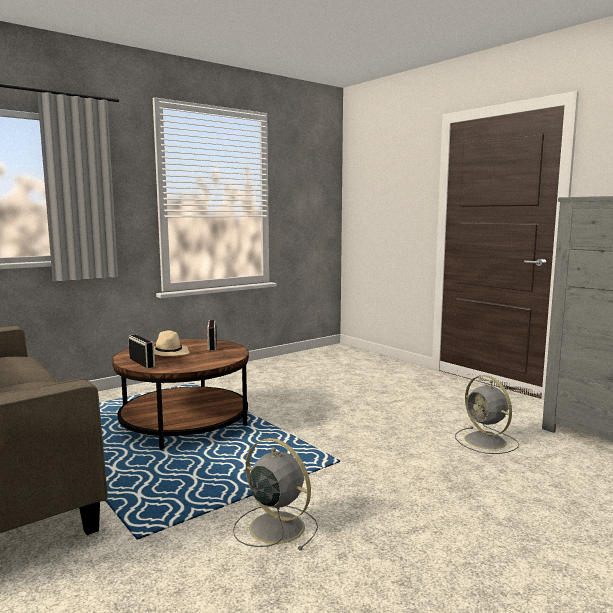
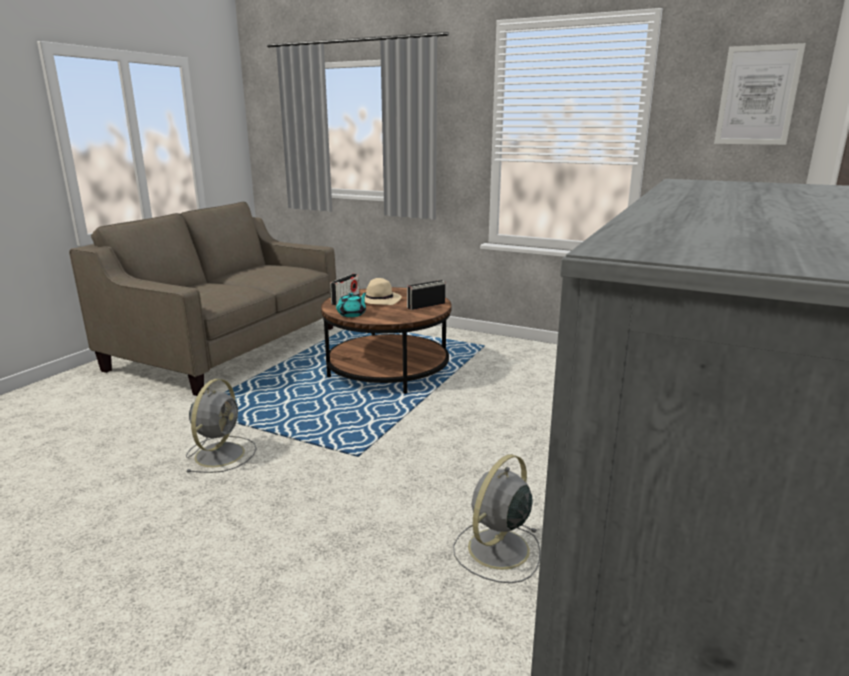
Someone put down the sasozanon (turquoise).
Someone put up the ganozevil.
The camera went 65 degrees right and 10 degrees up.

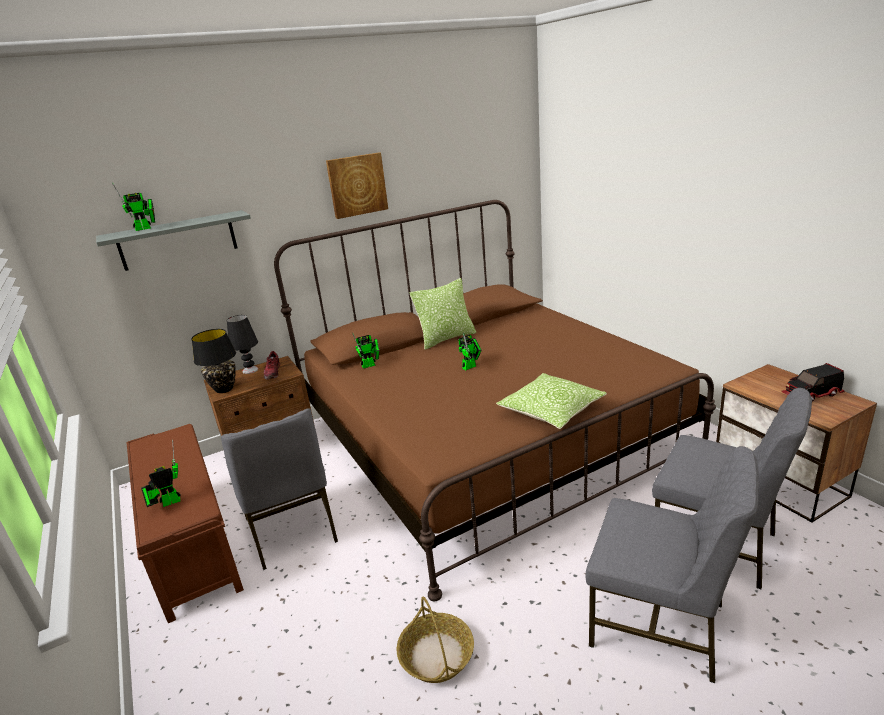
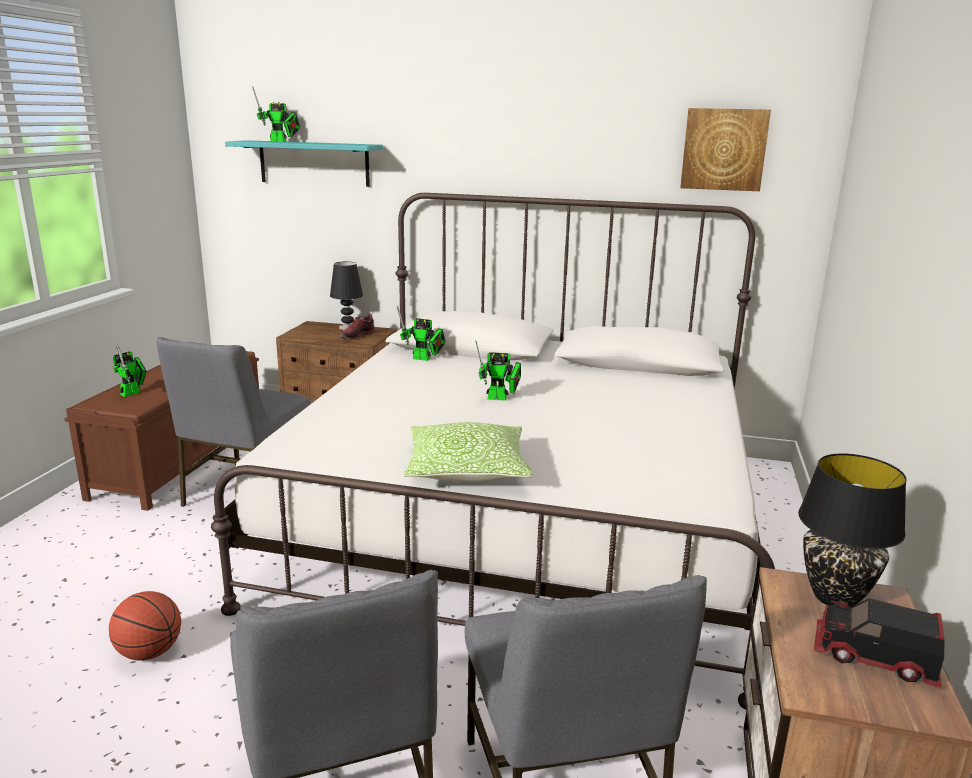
Someone took away the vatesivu (no. 1 from left).
Someone carried the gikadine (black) (no. 1 from left in the first image).
Someone carried the ganozevil.
Someone swapped the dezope for the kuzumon.
Someone repainted the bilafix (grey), which became the bilafix (turquoise).
Someone repainted the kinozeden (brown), which became the kinozeden (white).
Someone rotated the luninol (no. 2 from left in the first image) by 105 degrees clockwise.
The camera went 40 degrees right and 5 degrees down.

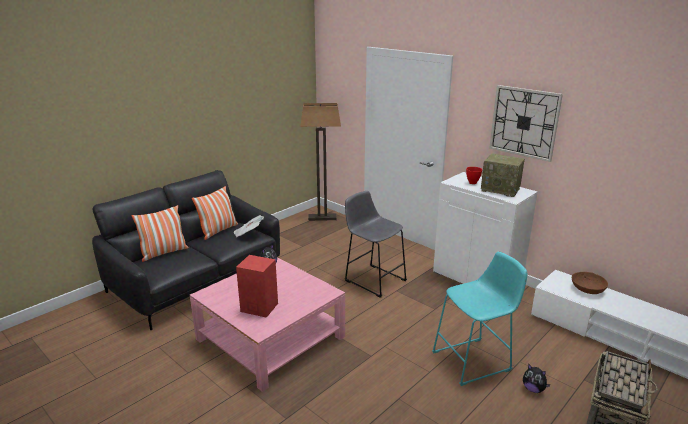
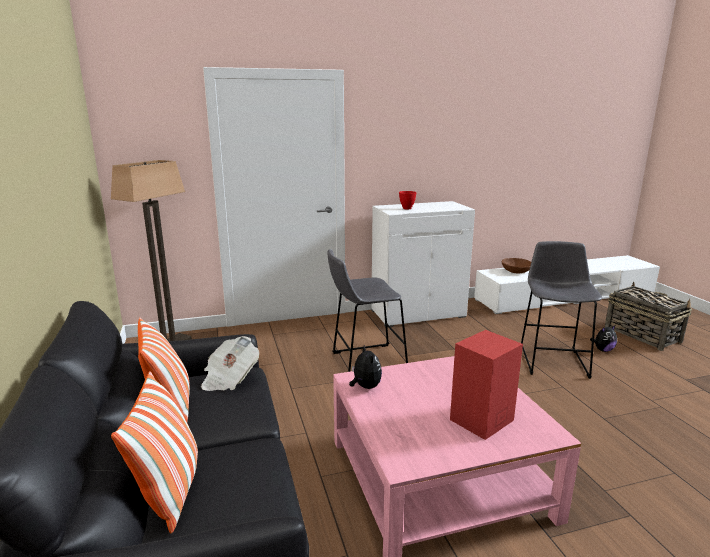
Someone took away the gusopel.
Someone took away the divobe.
Someone repainted the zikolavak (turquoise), which became the zikolavak (grey) (no. 2 from left).
The camera went 60 degrees left and 5 degrees down.

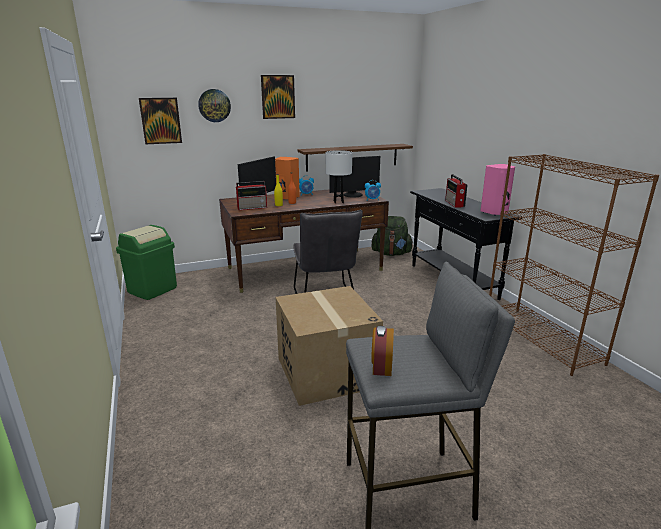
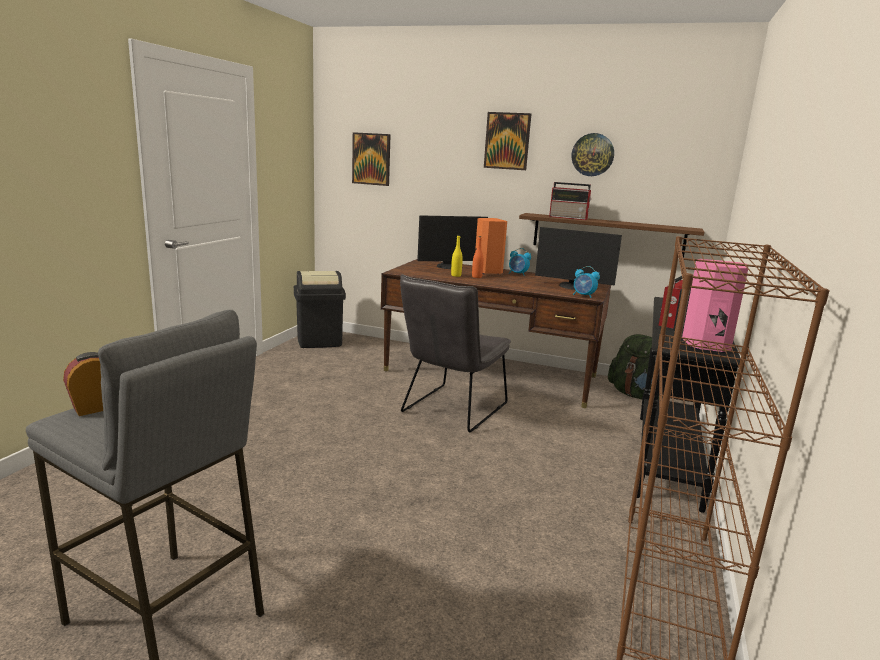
Someone took away the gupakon.
Someone took away the gikadine (white).
Someone carried the divobe.
Someone carried the gusopel (no. 1 from left).
Someone repainted the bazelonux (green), which became the bazelonux (black).
The camera went 40 degrees right and 5 degrees down.

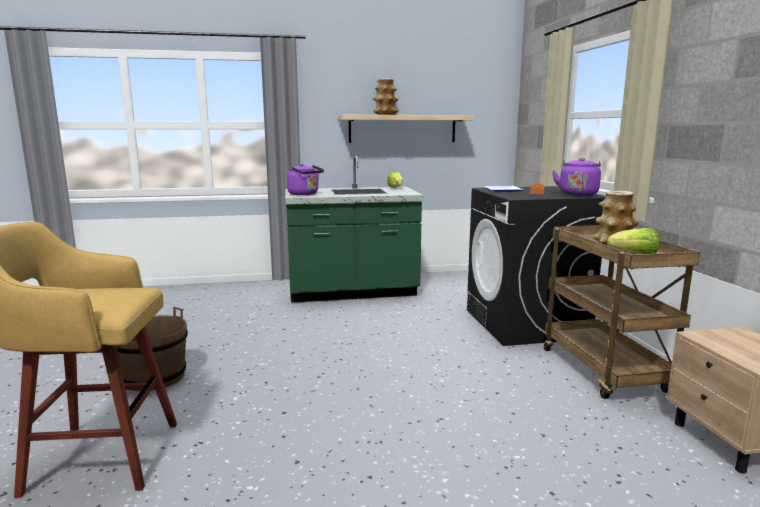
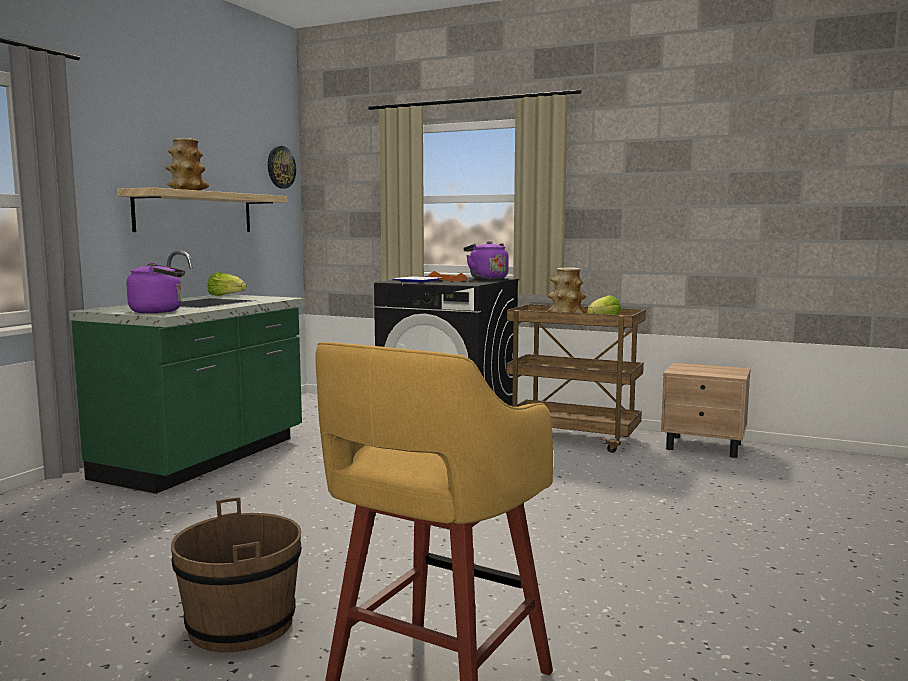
Someone put up the divobe.
The camera went 55 degrees left and 5 degrees down.

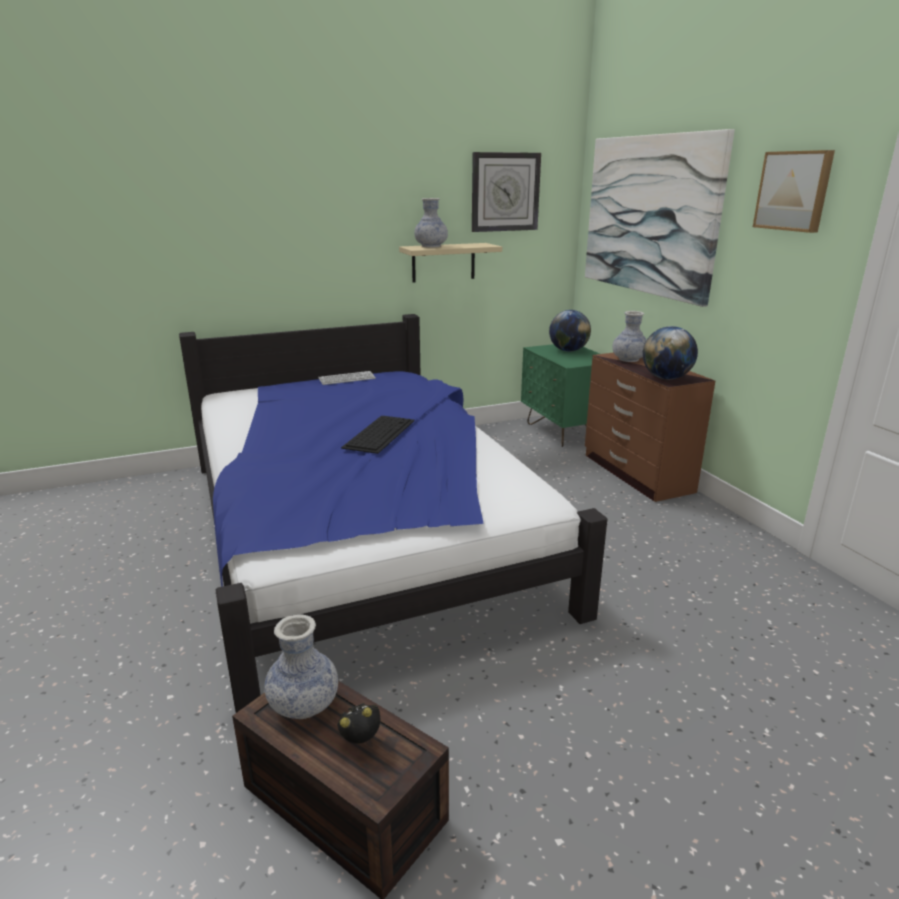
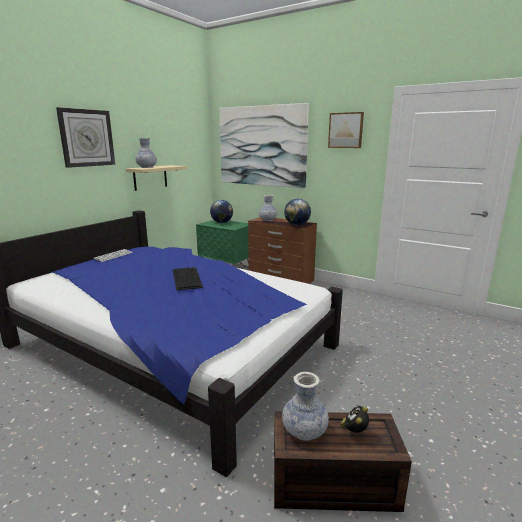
Someone carried the divobe.
The camera went 35 degrees left and 5 degrees down.

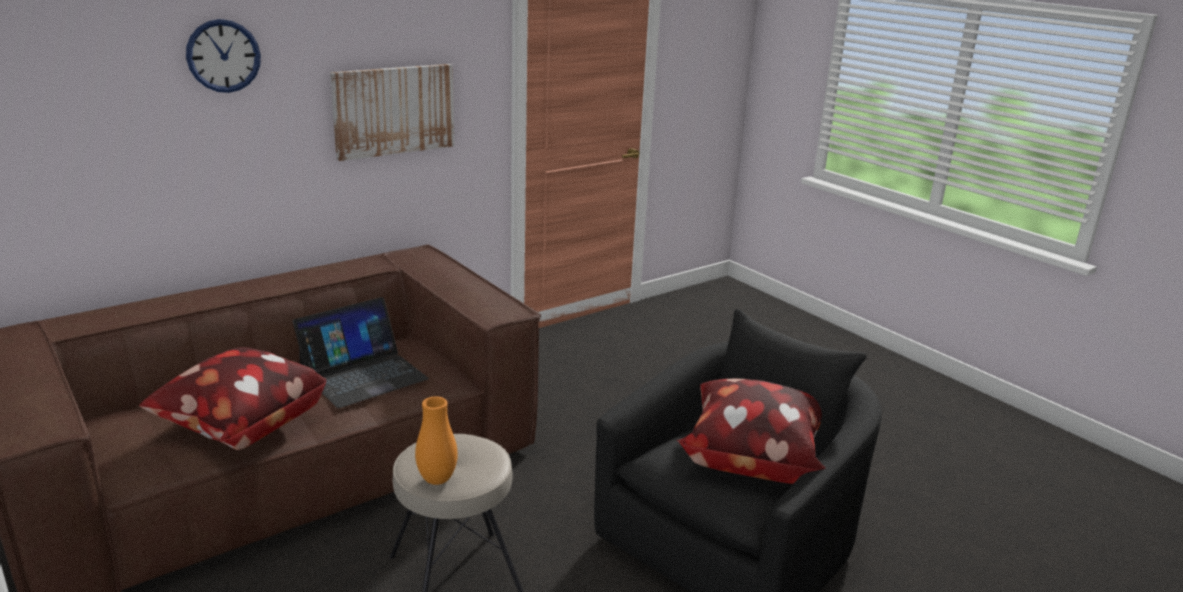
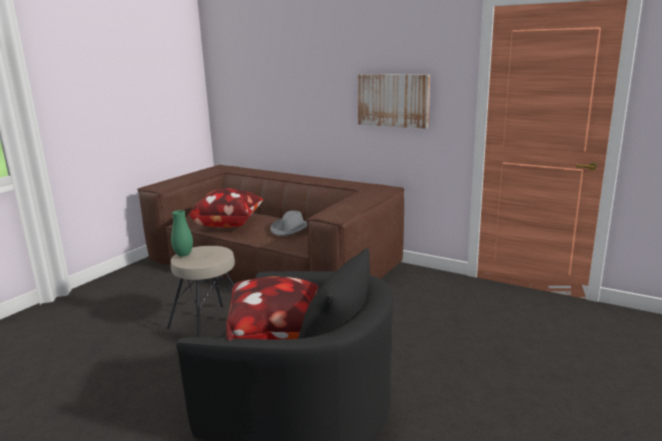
Someone took away the divobe.
Someone swapped the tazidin for the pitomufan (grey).
Someone repainted the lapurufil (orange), which became the lapurufil (green).
The camera went 70 degrees right and 5 degrees down.

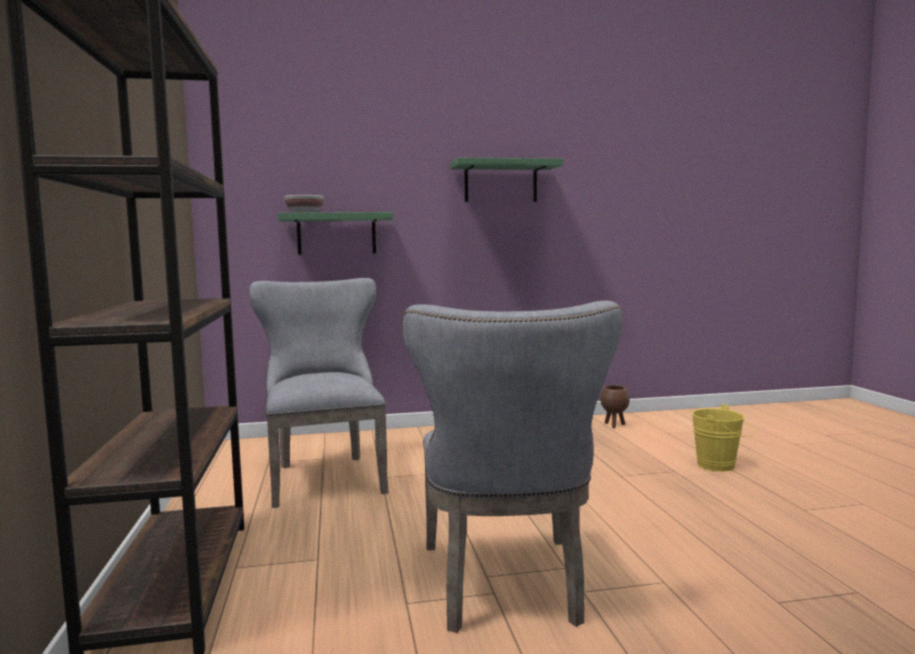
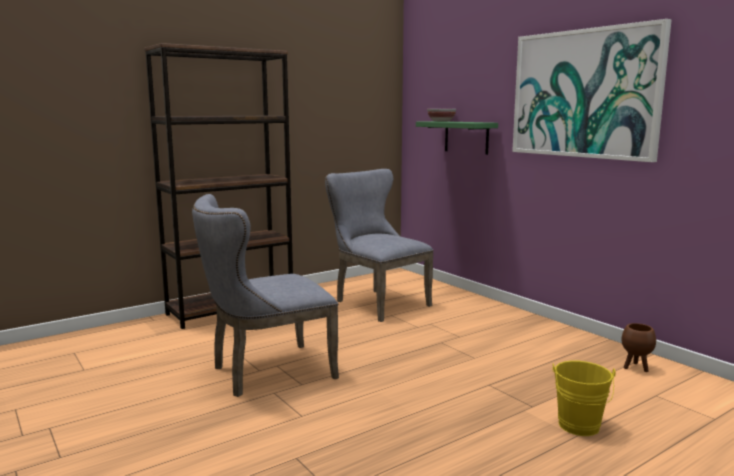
Someone swapped the bilafix (green) (no. 2 from left) for the ganozevil.
Someone rotated the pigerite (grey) (no. 1 from left in the first image) by 90 degrees counterclockwise.
The camera went 65 degrees right and 5 degrees up.

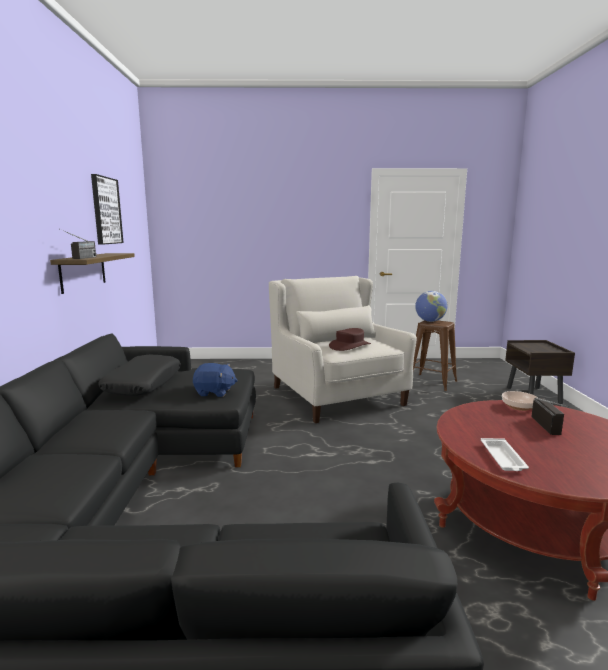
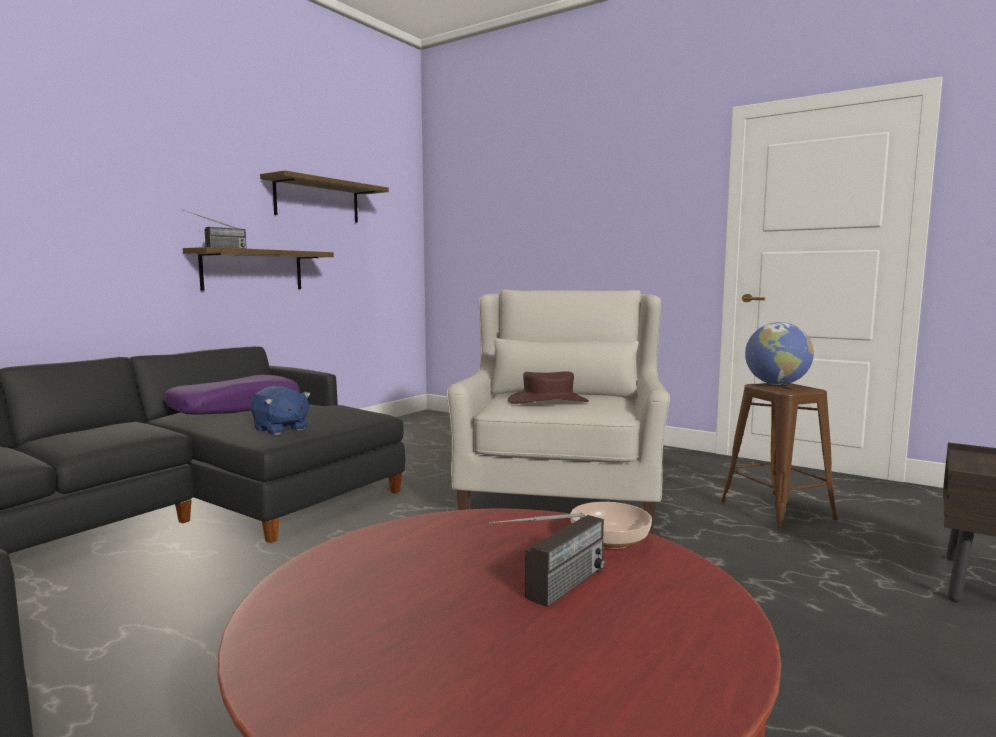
Someone took away the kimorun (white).
Someone swapped the ganozevil for the bilafix (no. 2 from left).
Someone repainted the vatesivu (black), which became the vatesivu (purple).
The camera went 35 degrees right and 5 degrees down.

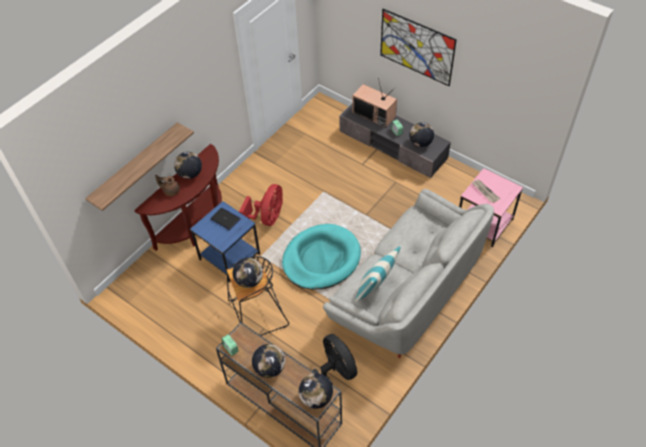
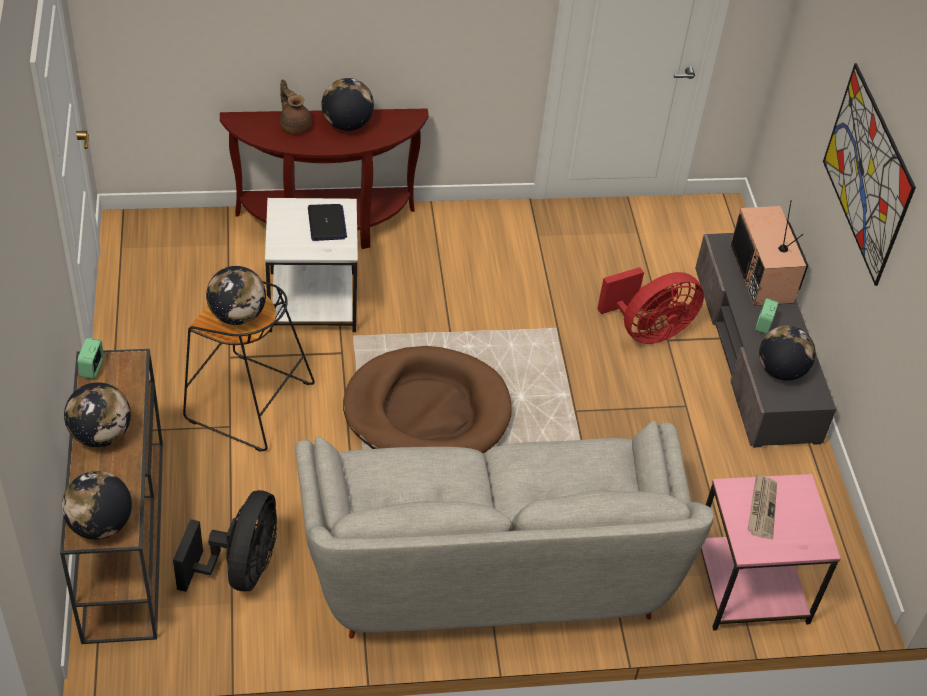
Someone took away the bilafix.
Someone took away the vatesivu.
Someone carried the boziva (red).
Someone repainted the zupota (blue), which became the zupota (white).
Someone repainted the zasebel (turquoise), which became the zasebel (brown).
The camera went 40 degrees right and 5 degrees down.

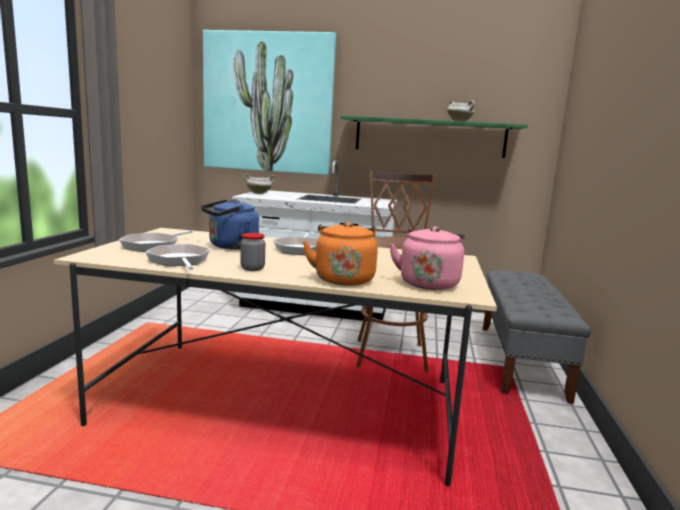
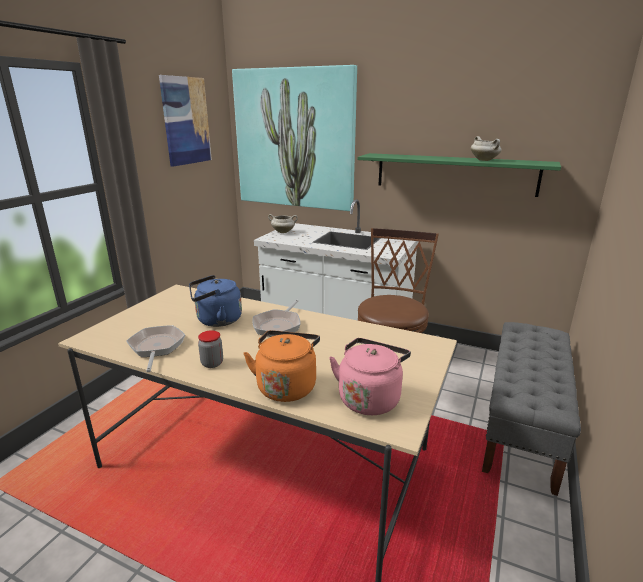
Someone took away the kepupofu (no. 1 from left).
Someone put up the ganozevil (no. 1 from left).
The camera went 15 degrees right and 10 degrees up.

